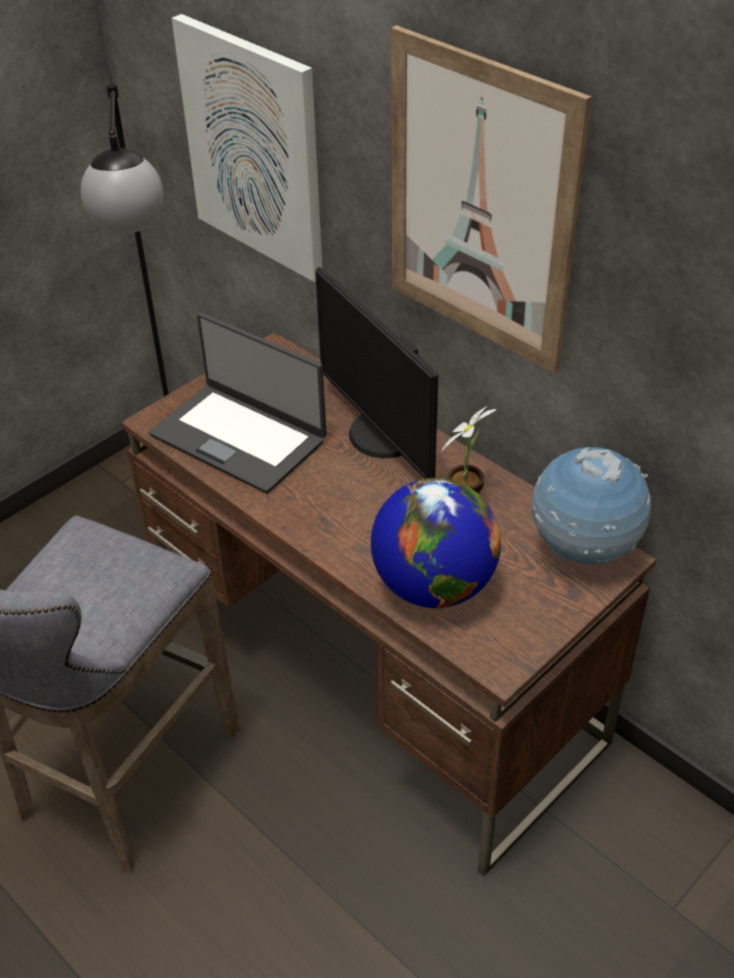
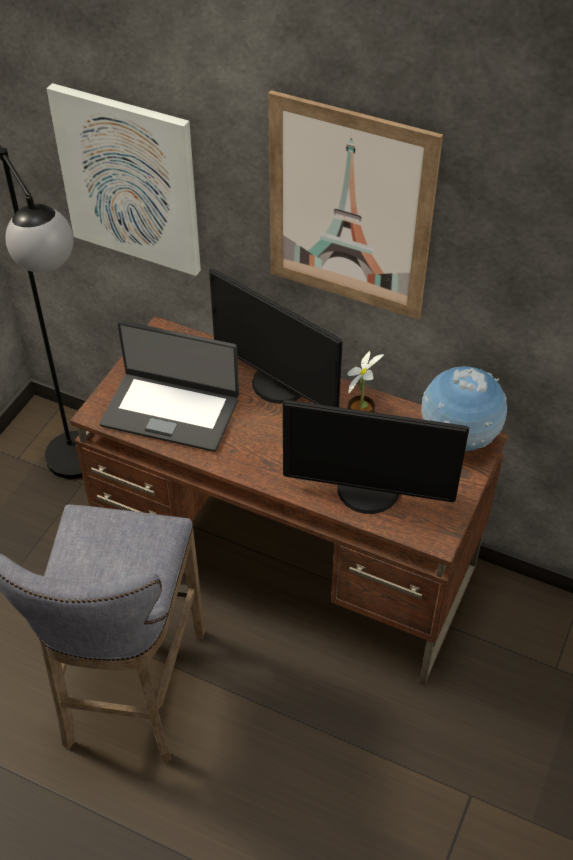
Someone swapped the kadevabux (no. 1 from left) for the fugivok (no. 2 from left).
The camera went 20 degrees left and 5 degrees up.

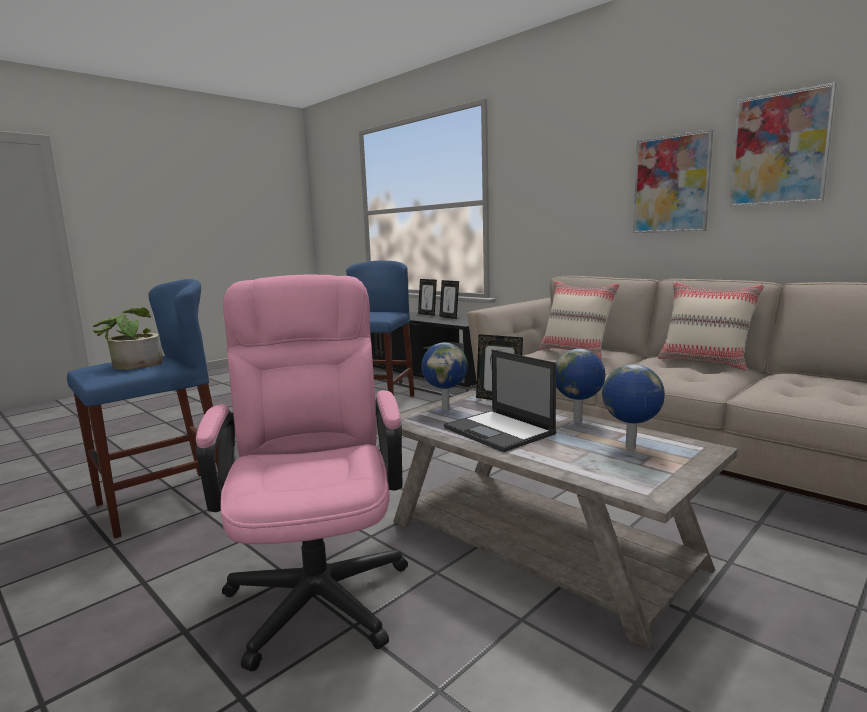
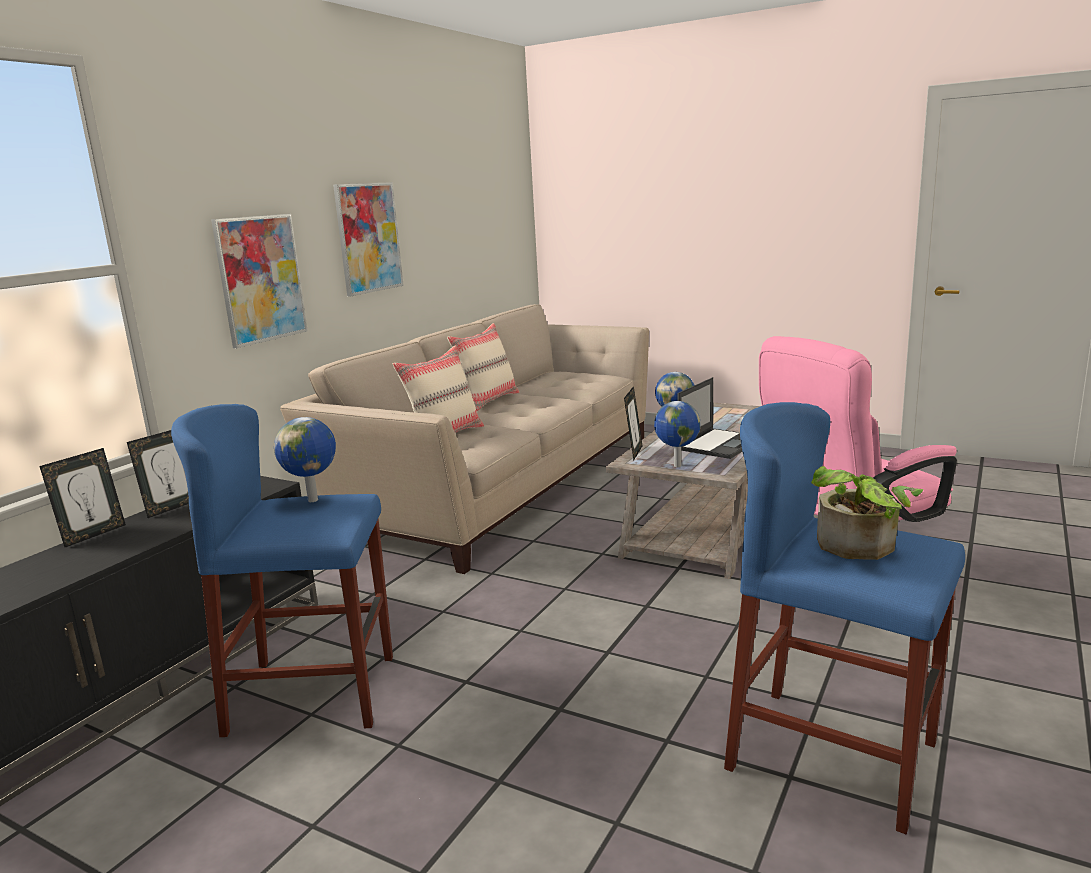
Someone carried the kadevabux (no. 3 from left in the first image).
Someone carried the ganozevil (no. 2 from left in the first image).
The camera went 105 degrees left and 5 degrees up.

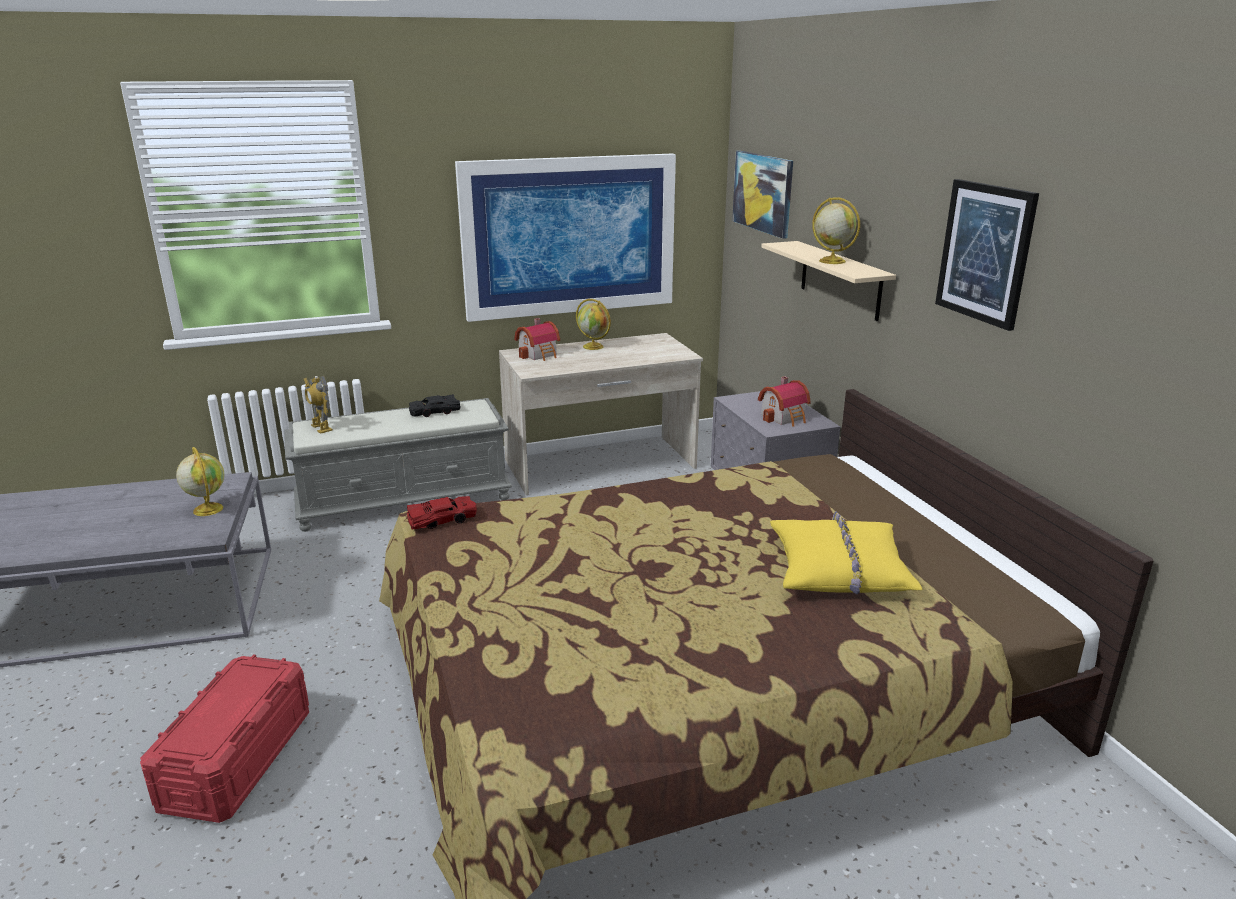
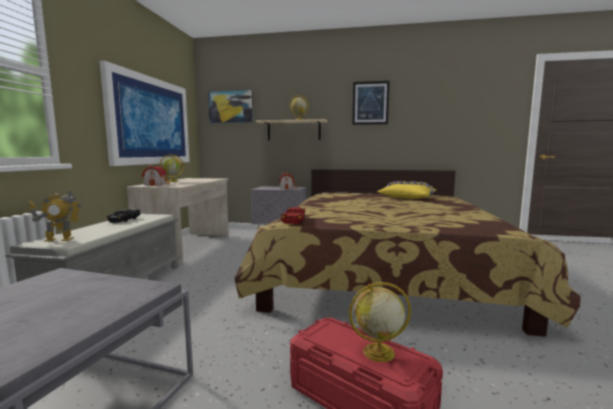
Someone carried the kadevabux (no. 1 from left in the first image).
The camera went 60 degrees left and 15 degrees down.

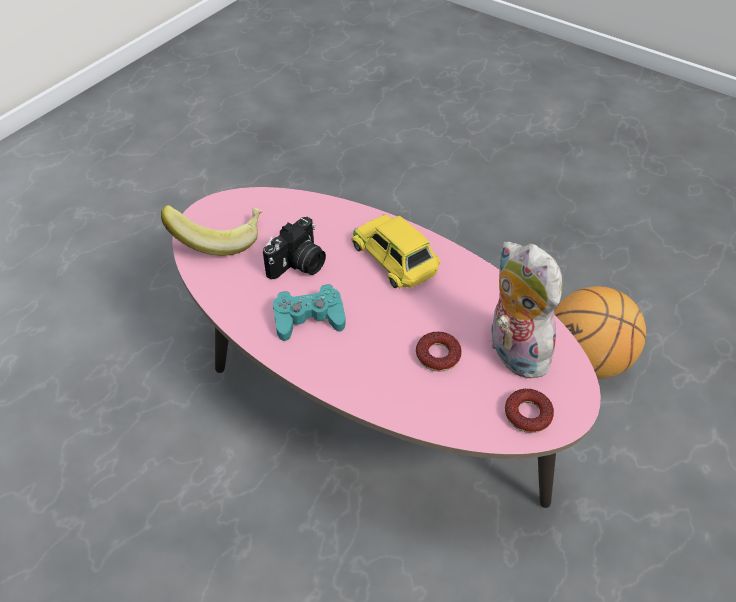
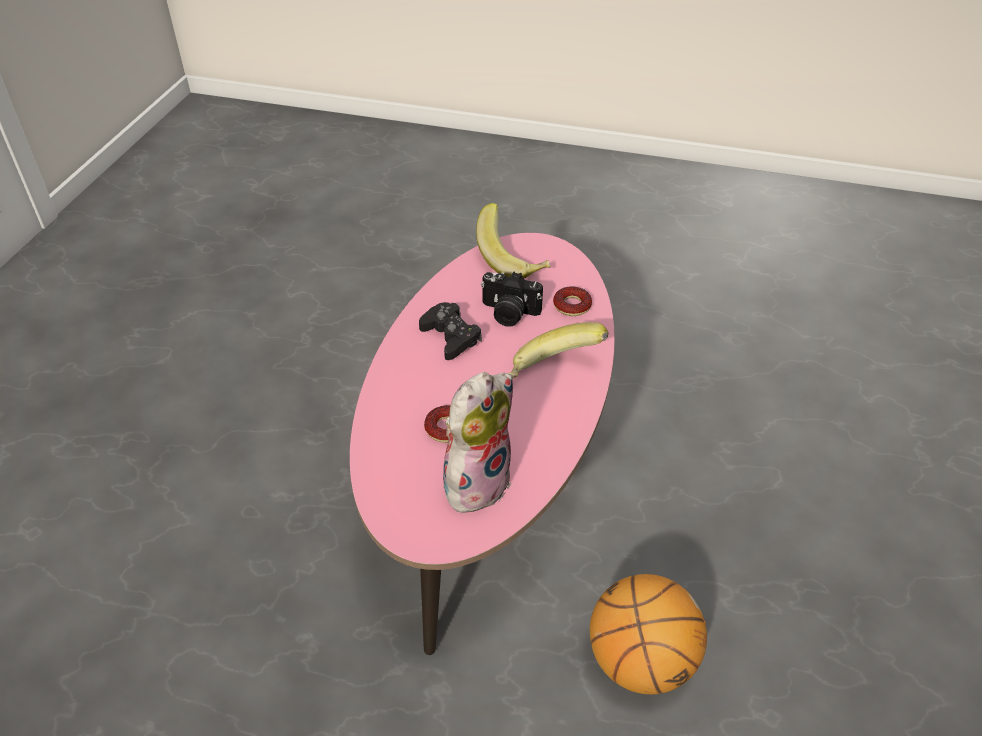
Someone carried the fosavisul (no. 2 from left).
Someone swapped the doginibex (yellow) for the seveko (no. 2 from left).
Someone repainted the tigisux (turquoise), which became the tigisux (black).
The camera went 70 degrees right and 5 degrees down.

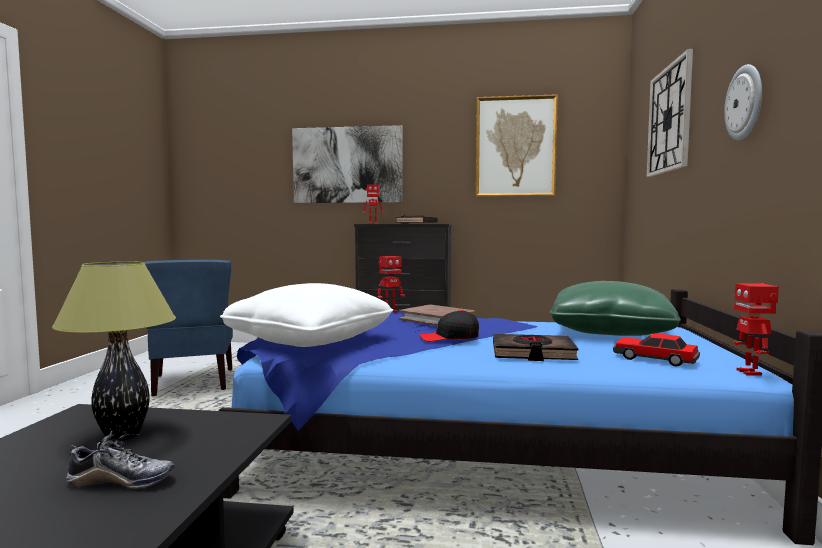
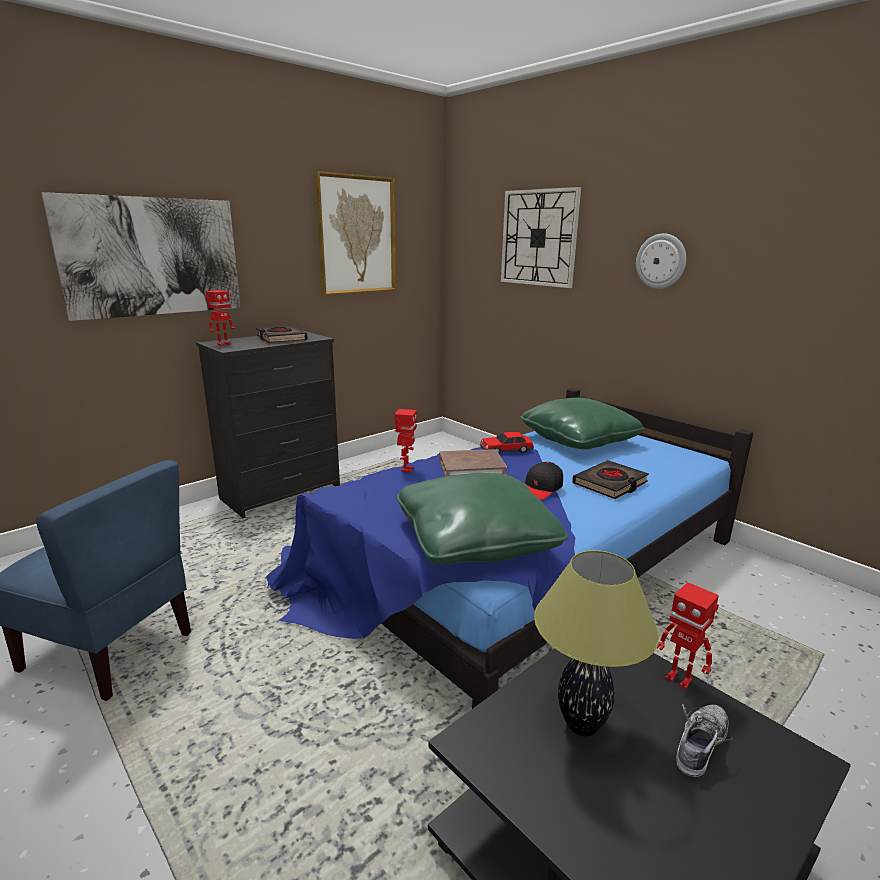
Someone carried the doginibex.
Someone carried the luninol (no. 3 from left).
Someone repainted the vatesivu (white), which became the vatesivu (green) (no. 1 from left).
The camera went 50 degrees left and 15 degrees up.

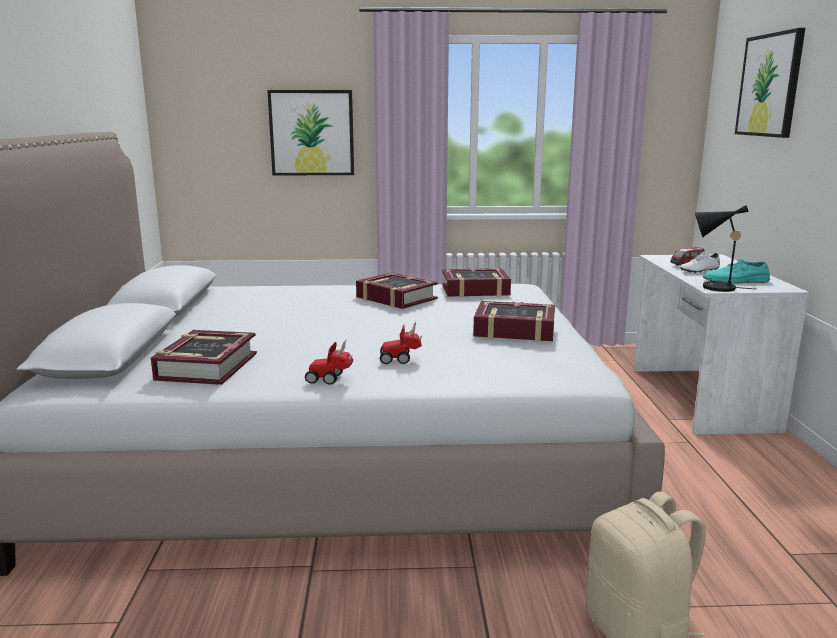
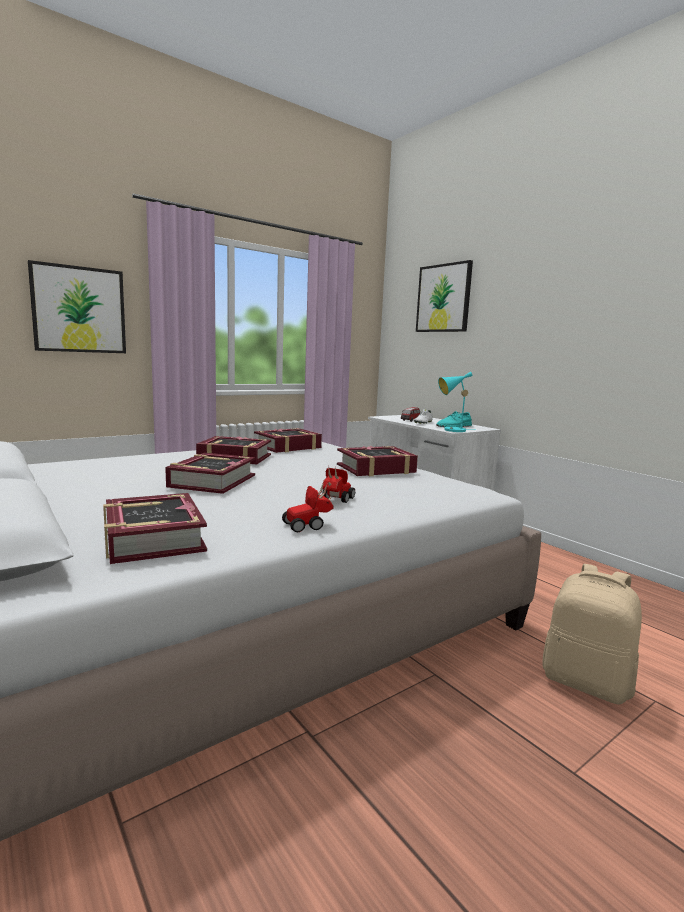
Someone put down the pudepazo (no. 2 from left).
Someone repainted the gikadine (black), which became the gikadine (turquoise).
Someone rotated the doginibex (no. 2 from left) by 150 degrees clockwise.
The camera went 35 degrees left and 5 degrees down.

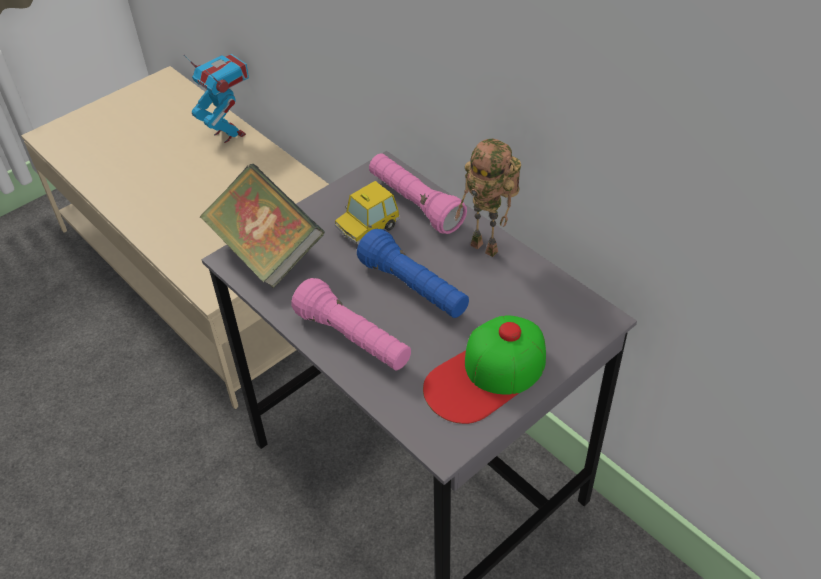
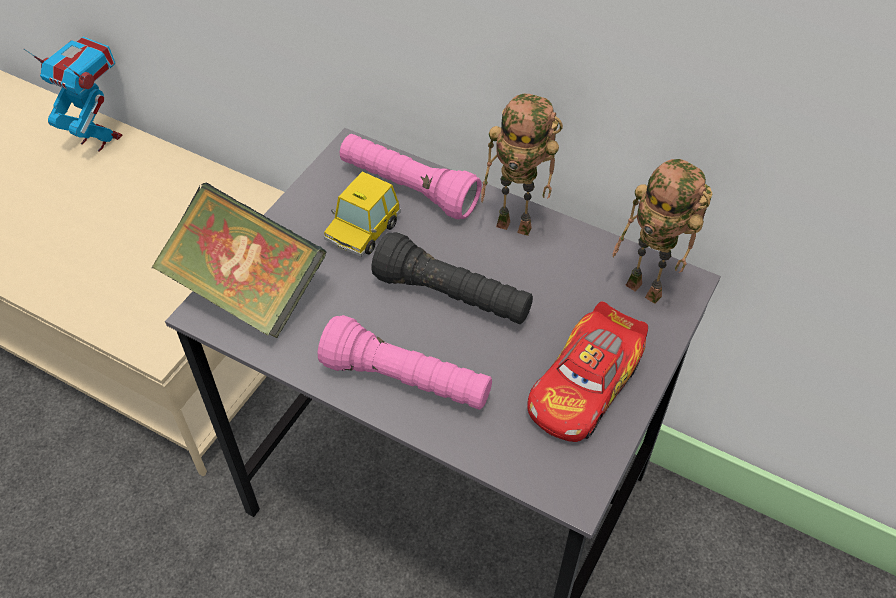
Someone put down the luninol (no. 3 from left).
Someone swapped the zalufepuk for the doginibex (no. 2 from left).
Someone repainted the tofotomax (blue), which became the tofotomax (black).
The camera went 20 degrees left and 5 degrees up.

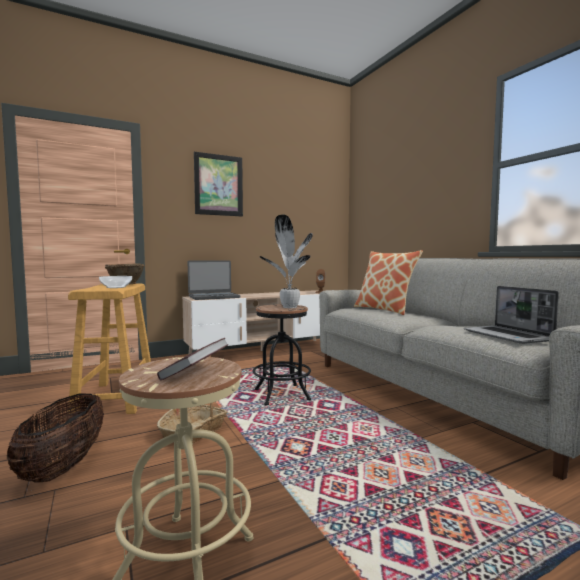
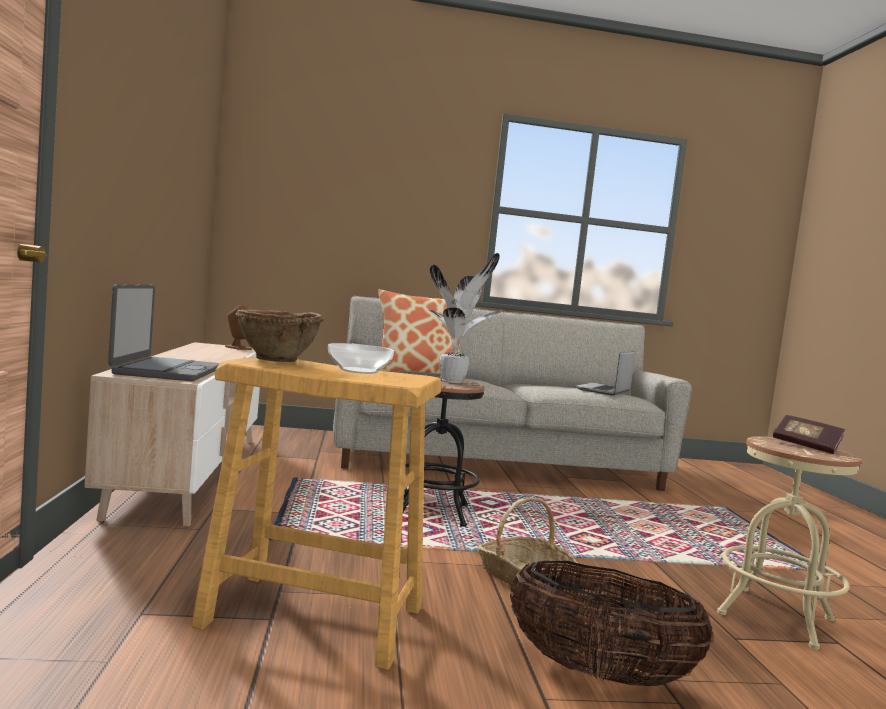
Someone took away the ganozevil.
Someone rotated the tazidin (no. 2 from left) by 120 degrees clockwise.
The camera went 70 degrees left and 0 degrees up.

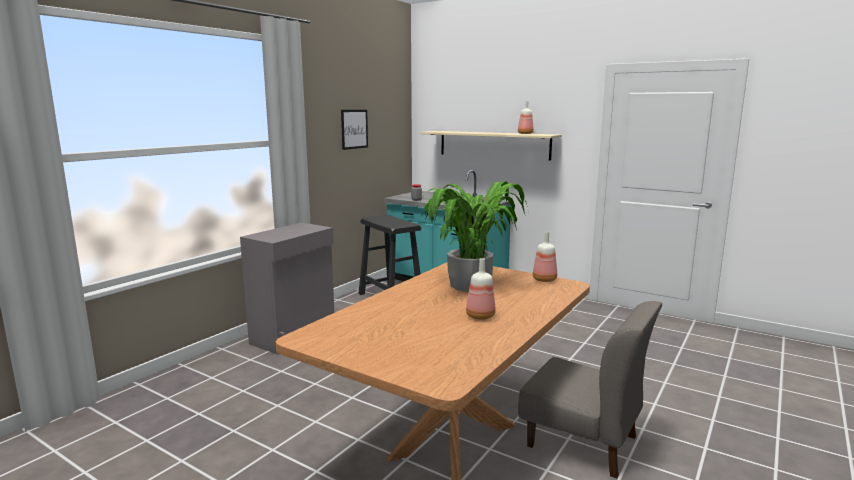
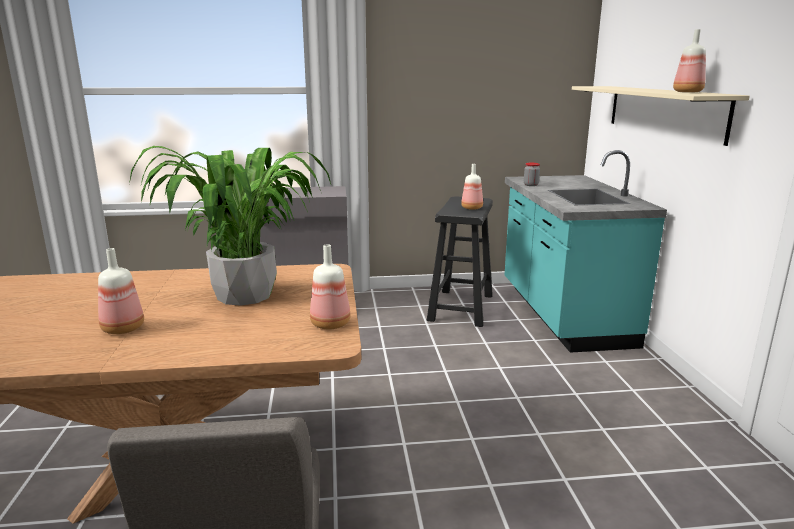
Someone took away the ganozevil.
Someone put down the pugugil (no. 3 from left).
The camera went 50 degrees right and 5 degrees up.

